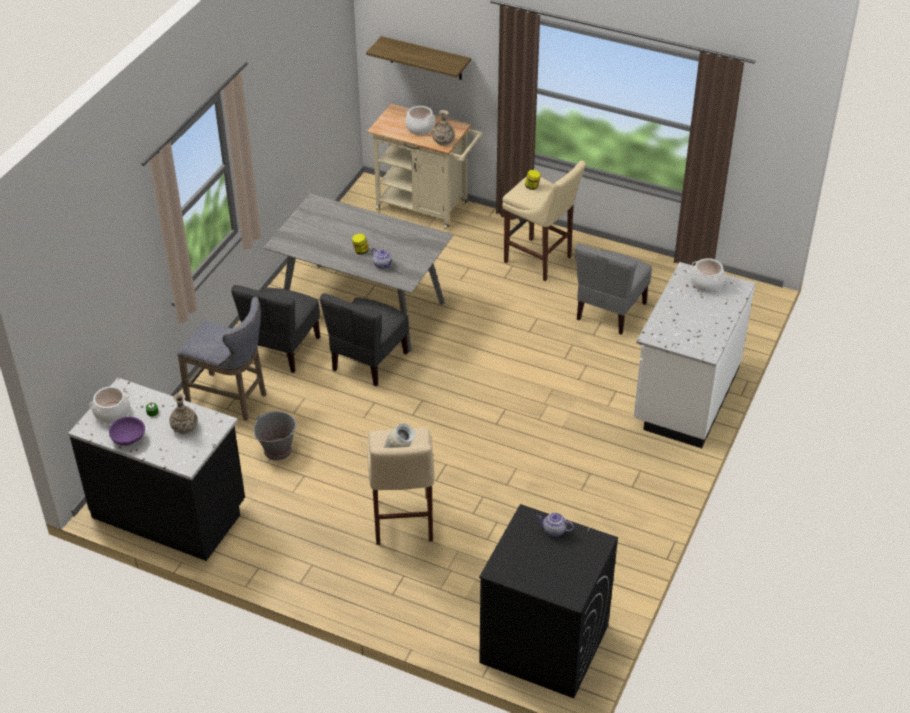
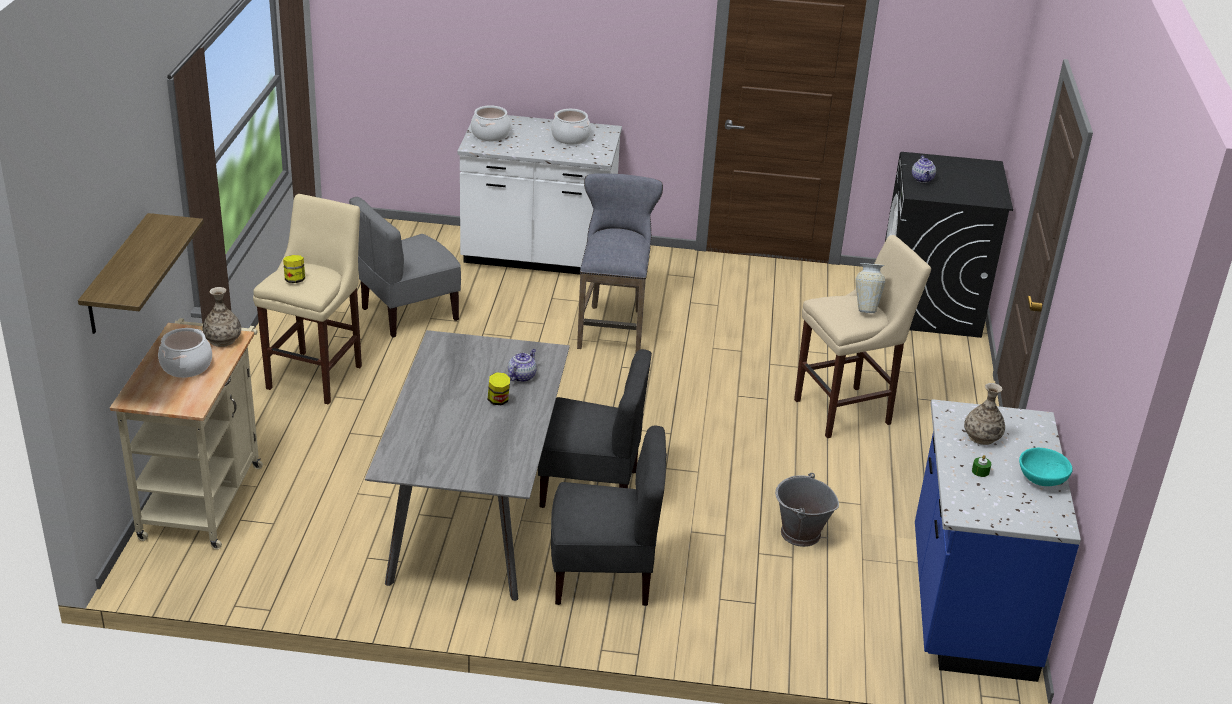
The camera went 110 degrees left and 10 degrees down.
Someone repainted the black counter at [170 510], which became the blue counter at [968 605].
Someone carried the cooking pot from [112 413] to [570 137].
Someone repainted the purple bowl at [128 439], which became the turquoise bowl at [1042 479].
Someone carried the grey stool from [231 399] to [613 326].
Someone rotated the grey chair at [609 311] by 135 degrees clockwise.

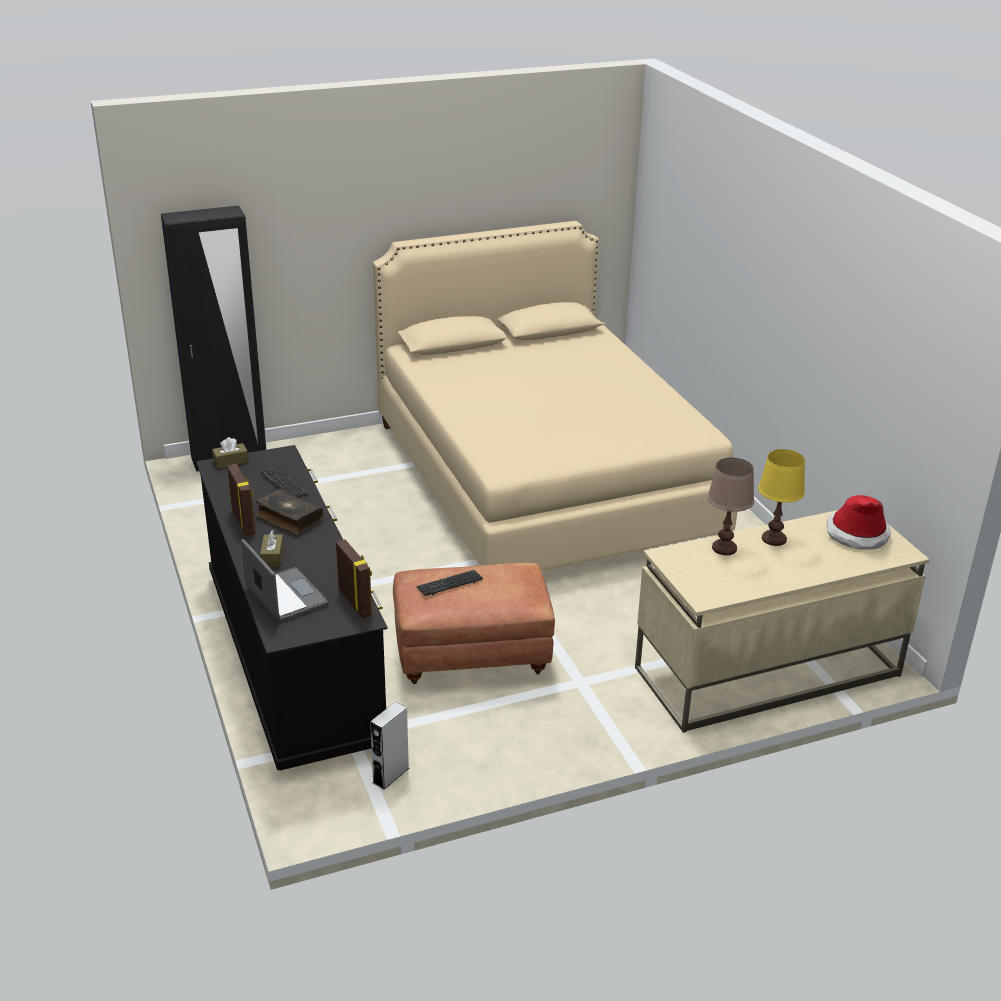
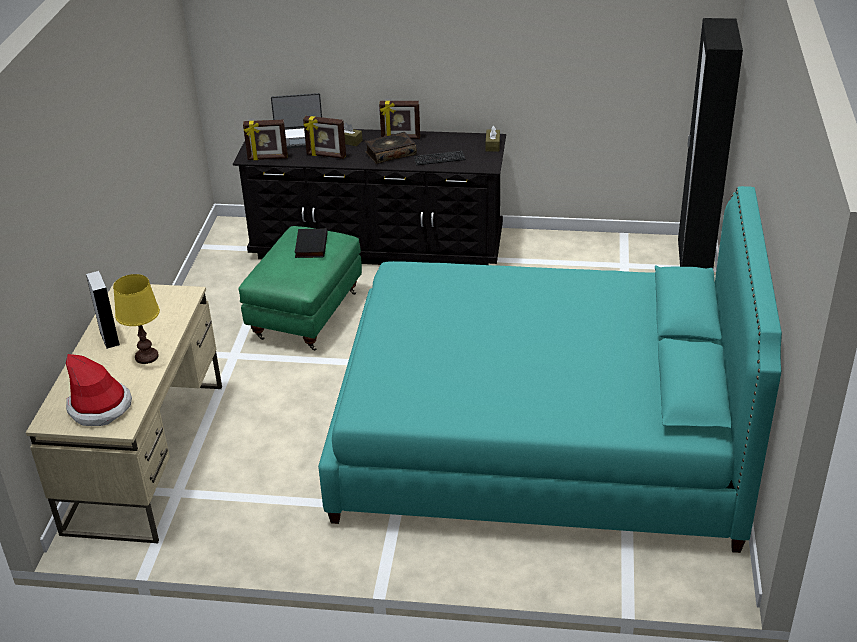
The camera went 120 degrees right and 5 degrees up.
Someone carried the grey speaker from [391 775] to [109 337].
Someone repainted the beige bed at [542 481], which became the turquoise bed at [539 438].
Someone repainted the brown ottoman at [471 659], which became the green ottoman at [306 314].
Someone swapped the keyboard at [449 584] for the black book at [310 245].
Someone took away the brown table lamp at [724 548].
Someone put down the picture frame at [326 155].

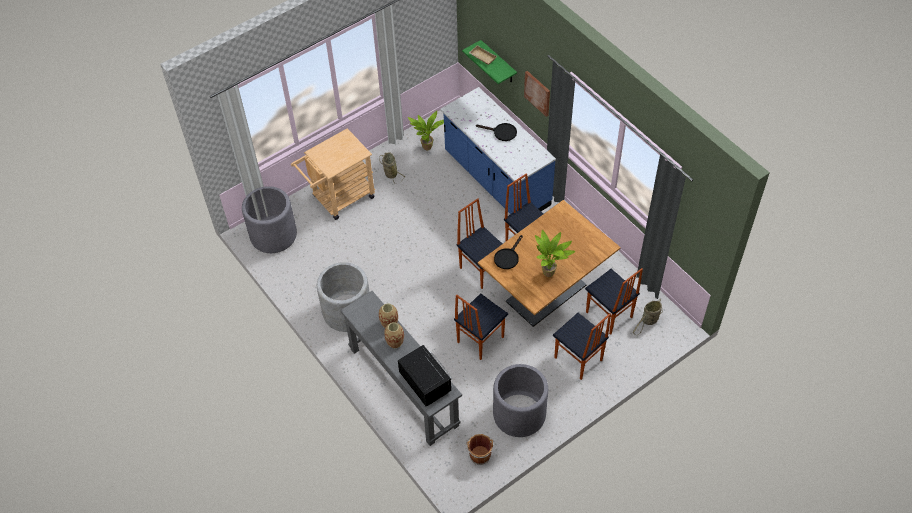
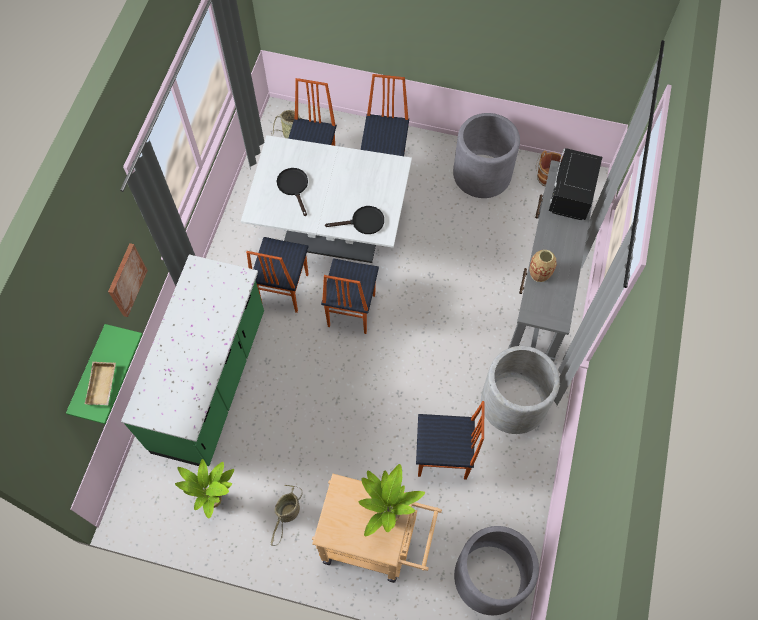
The camera went 130 degrees left and 10 degrees up.
Someone took away the vase at [395 342].
Someone repainted the blue counter at [496 180], which became the green counter at [212 382].
Someone carried the chair from [479 339] to [443 458].
Someone carried the black frying pan from [501 132] to [294 187].
Someone repainted the brown dining table at [546 293], which became the white dining table at [332 234].
Someone carried the potted plant from [550 273] to [386 514].

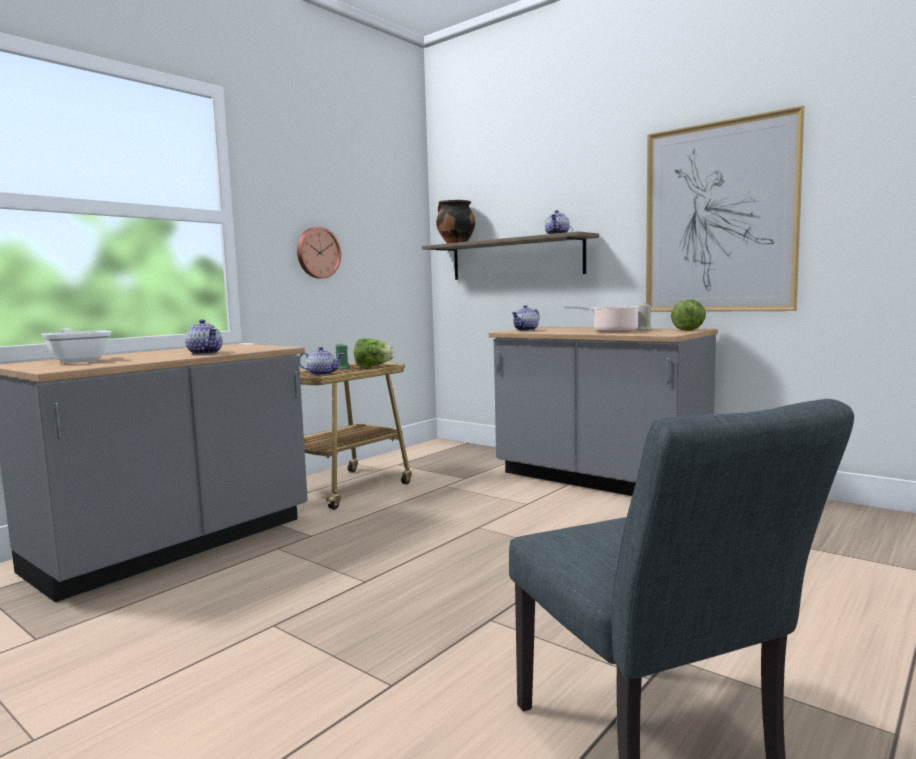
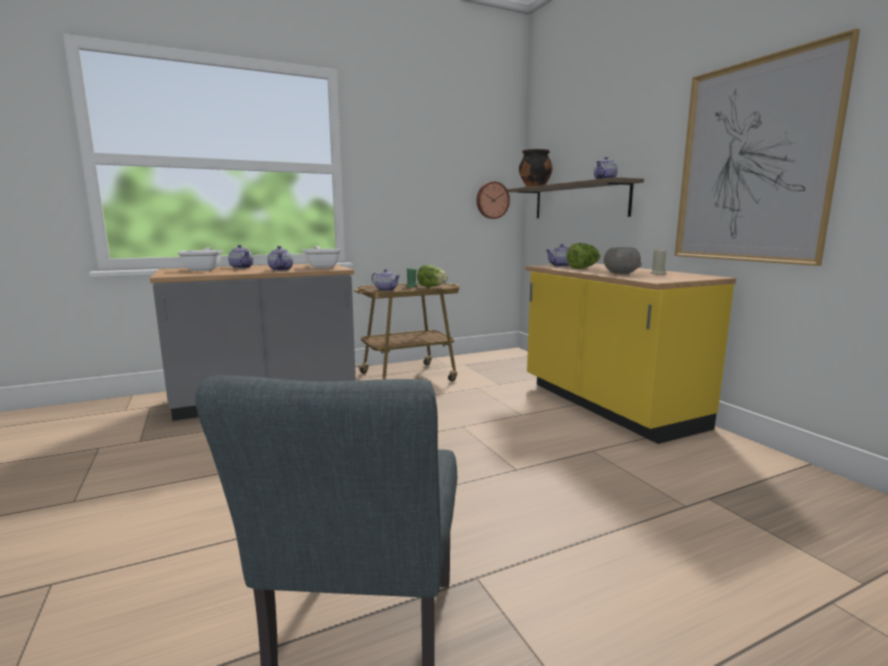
The camera went 25 degrees right and 5 degrees up.
Someone carried the wall clock from [317 253] to [492 200].
Someone repainted the grey counter at [599 480], which became the yellow counter at [607 405].
Someone swapped the cooking pot at [611 331] for the grey bowl at [620 273].
Someone carried the lettuce from [689 330] to [583 268].
Someone put down the teapot at [242 267].
Someone put down the frying pan at [322 267].

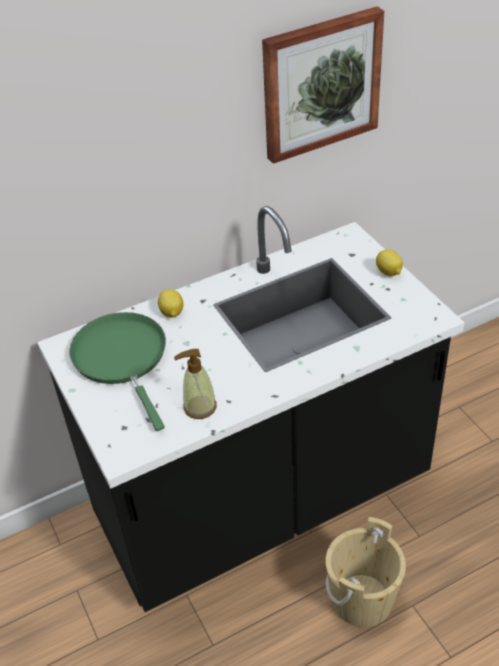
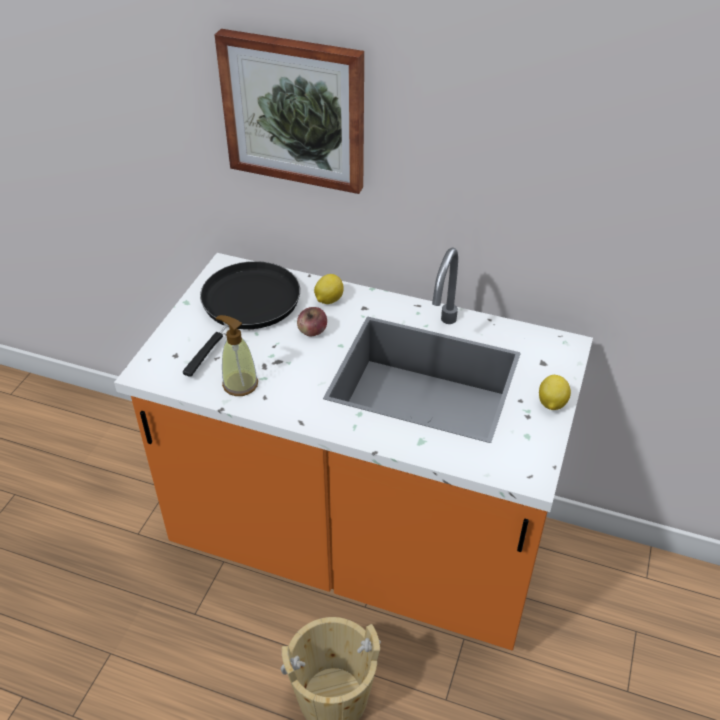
The camera went 45 degrees right and 0 degrees up.
Someone repainted the black counter at [261 501], which became the orange counter at [360 546].
Someone repainted the green frying pan at [122 358], which became the black frying pan at [247 306].
Someone carried the picture from [320 84] to [295 110].
Someone put down the apple at [312 331].

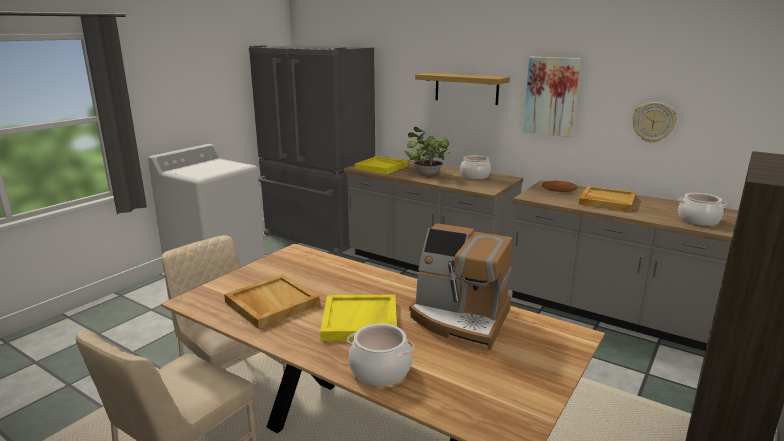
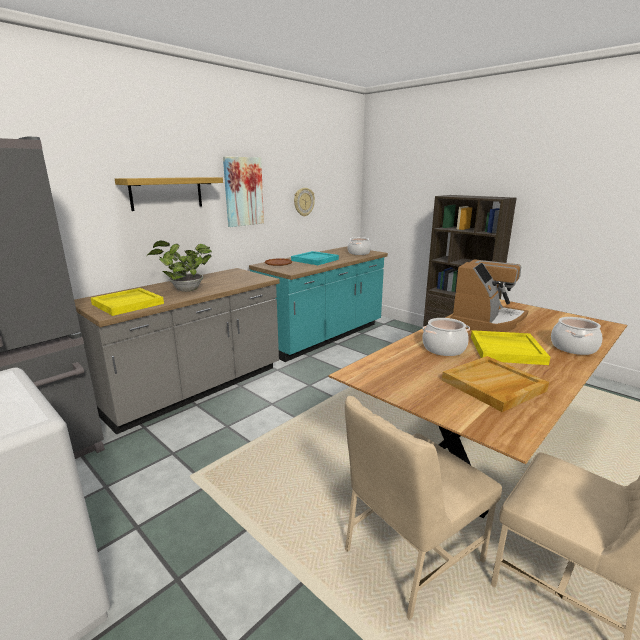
The camera went 80 degrees left and 0 degrees up.
Someone carried the cooking pot from [474 176] to [443 349].
Someone repainted the grey counter at [608 312], which became the turquoise counter at [322 337].
Someone repainted the beige tray at [606 201], which became the turquoise tray at [315 260].

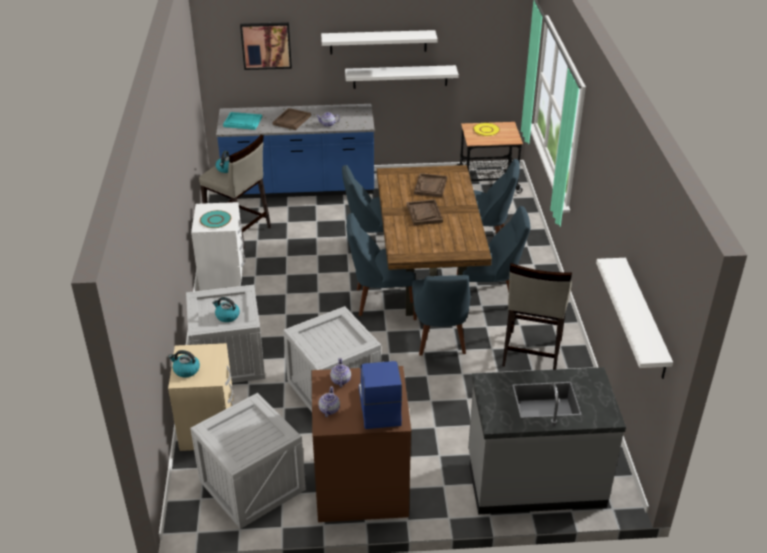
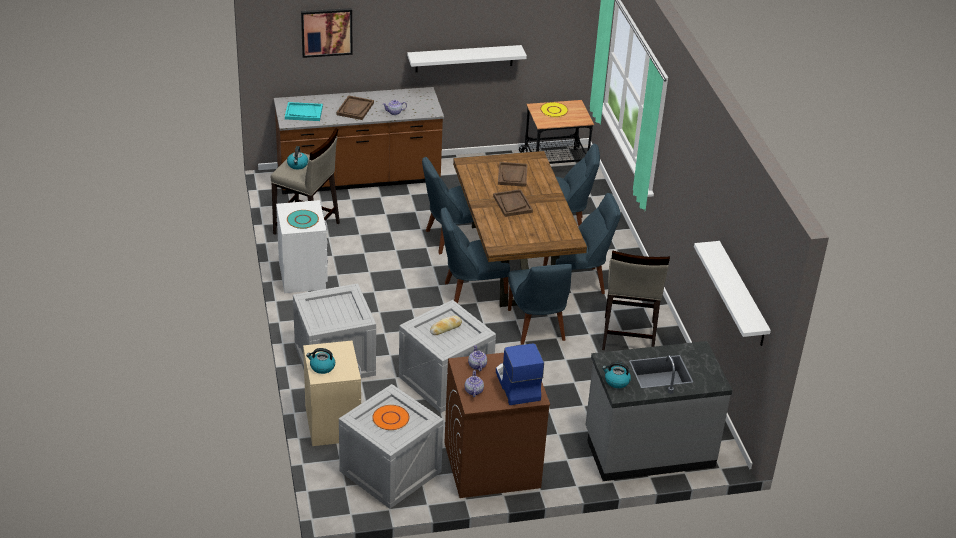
The camera went 10 degrees left and 0 degrees up.
Someone carried the kettle from [227 316] to [616 381].
Someone repainted the blue counter at [300 188], which became the brown counter at [358 179].
Someone took away the white shelf at [378 42].
Someone put down the orange plate at [390 418].
Someone put down the bread at [445 328].

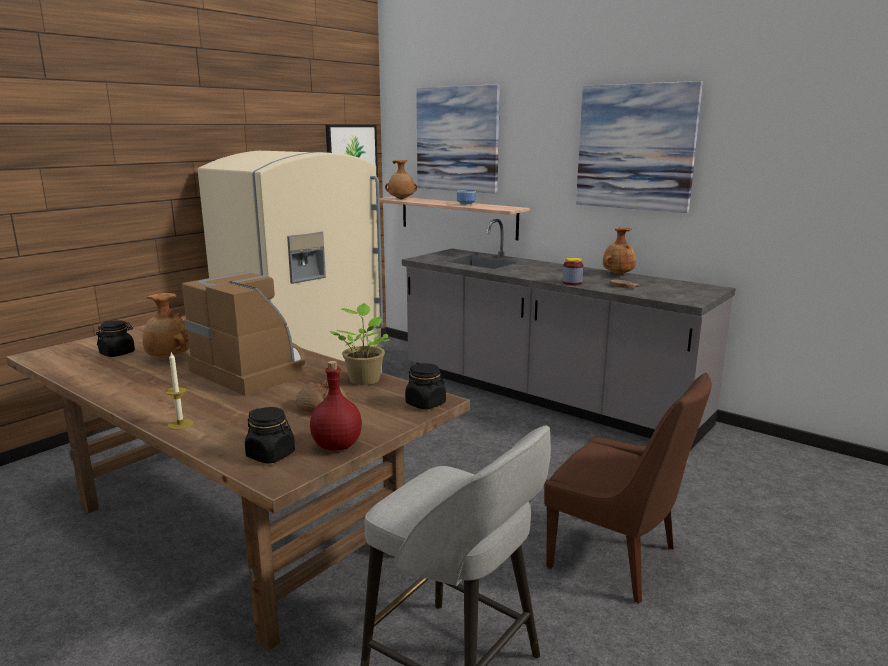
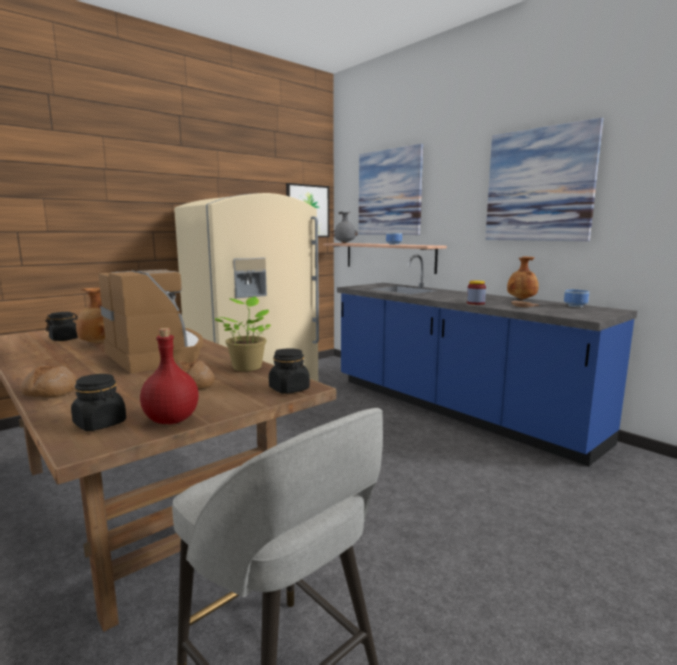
The camera went 10 degrees right and 5 degrees down.
Someone swapped the candle at [180 424] for the bread at [50 392].
Someone repainted the brown vase at [401 199], which became the grey vase at [344 243].
Someone repainted the grey counter at [546 397], which became the blue counter at [454 409].
Someone took away the brown chair at [617 559].
Someone put down the bowl at [576 306].

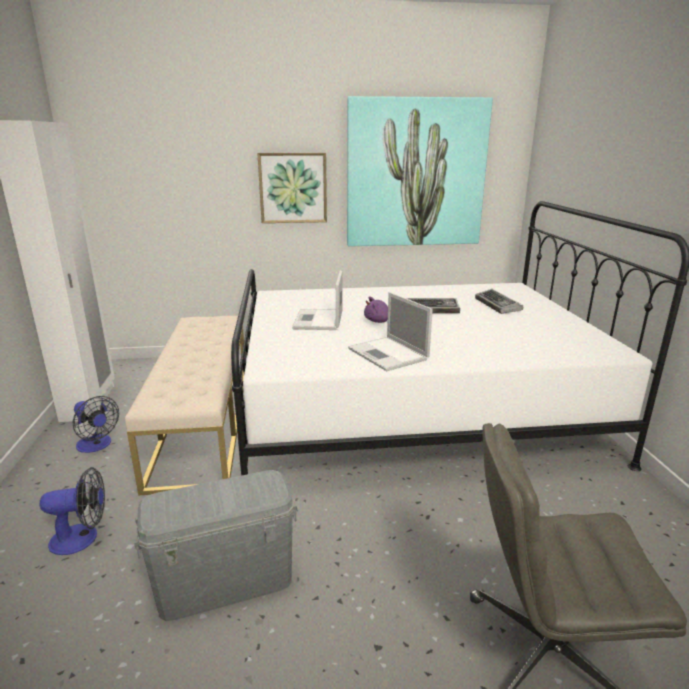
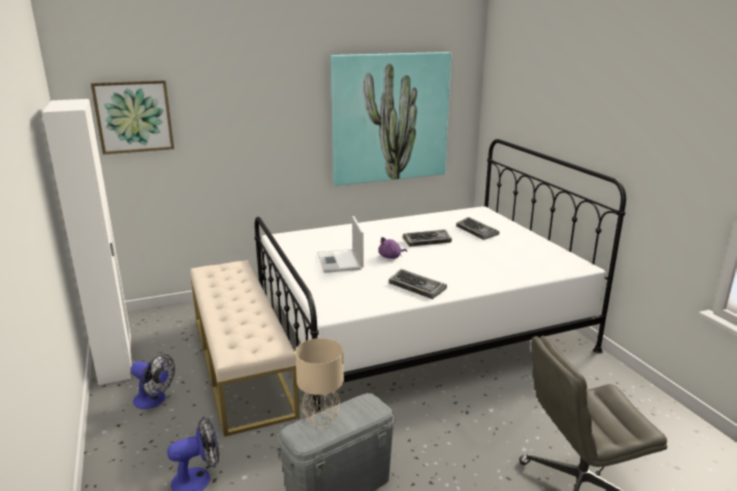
The camera went 15 degrees left and 0 degrees up.
Someone carried the picture from [293 188] to [134 116].
Someone swapped the laptop at [389 354] for the keyboard at [418 287].
Someone put down the beige table lamp at [322 420].

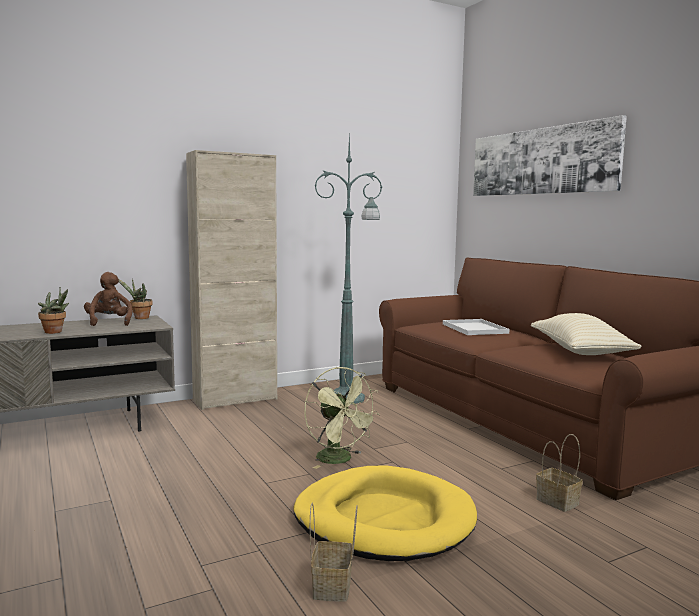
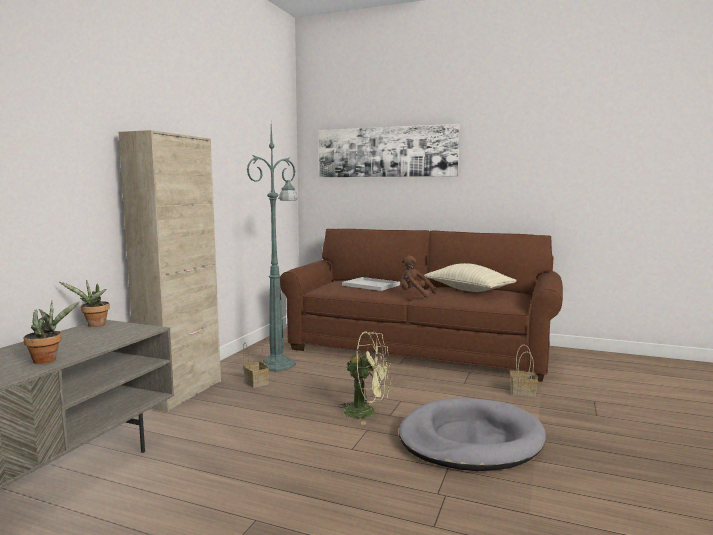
The camera went 40 degrees left and 0 degrees up.
Someone carried the brown plush toy from [109 322] to [415 294].
Someone repainted the yellow dog bed at [384 519], which became the grey dog bed at [470 440].
Someone carried the basket from [333 587] to [257 383].

